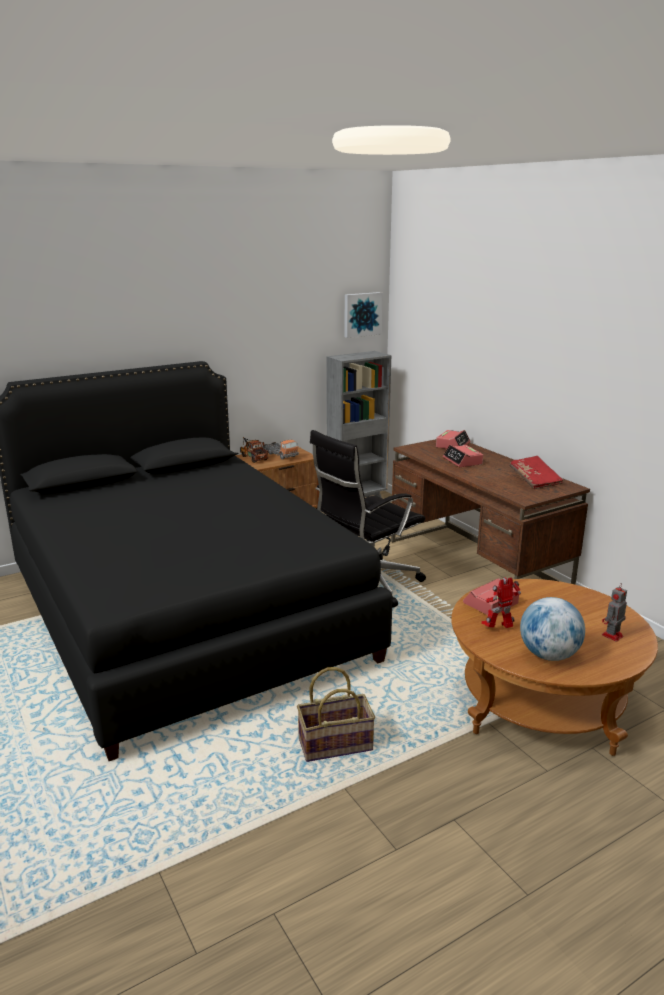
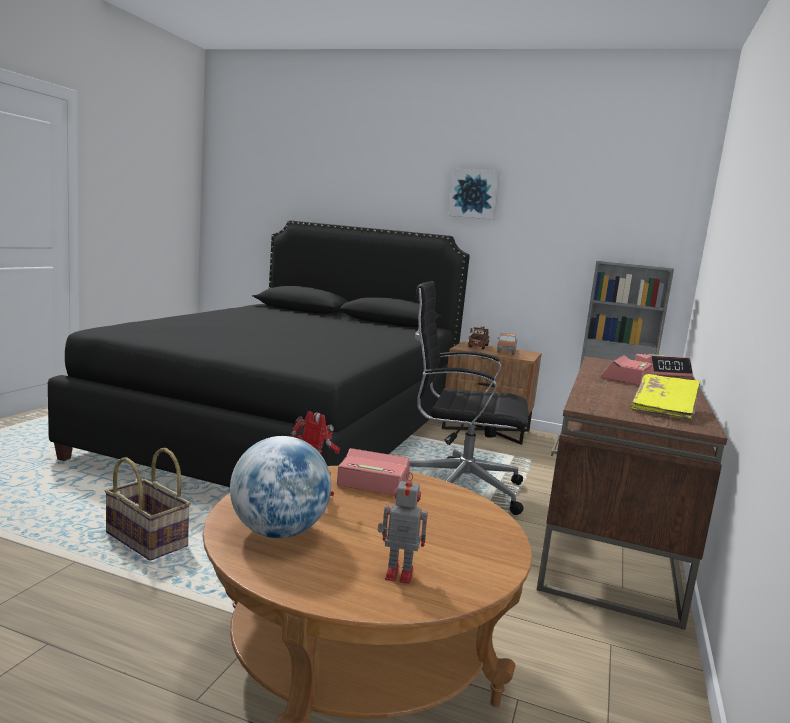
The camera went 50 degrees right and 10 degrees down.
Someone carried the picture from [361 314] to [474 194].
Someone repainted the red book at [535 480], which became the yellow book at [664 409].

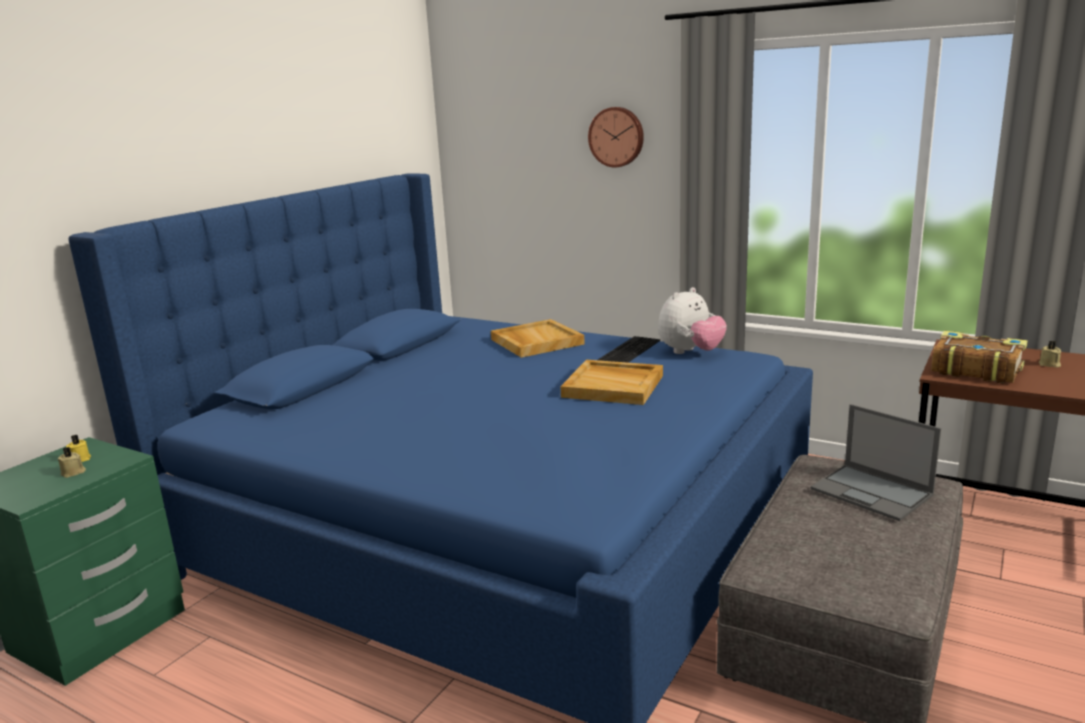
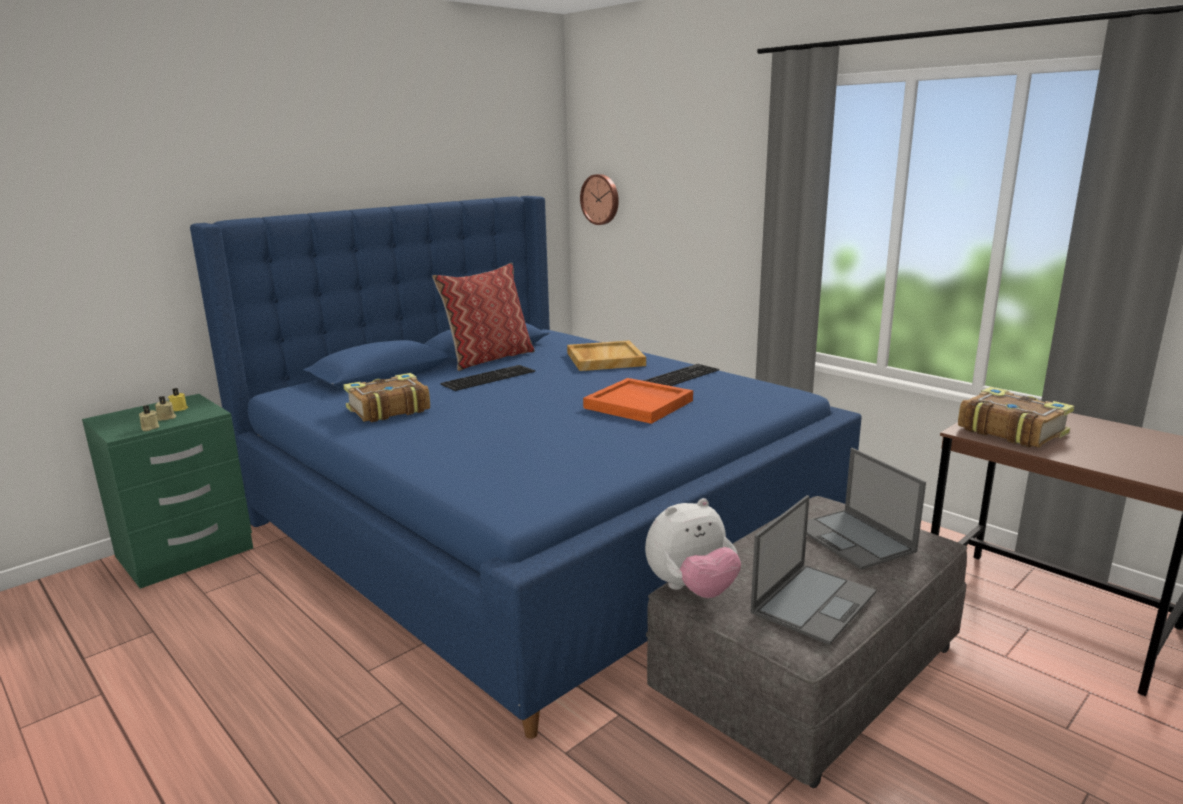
The camera went 15 degrees right and 0 degrees up.
Someone repainted the beige tray at [614 386], which became the orange tray at [639 404].
Someone carried the wall clock from [617 137] to [601 199].
Someone carried the plush toy from [690 352] to [691 589].
Someone carried the beige candle from [1049 364] to [149 428].
Someone put down the book at [387 409].
Someone put down the pillow at [489 358].
Someone put down the keyboard at [488 377].
Someone put down the laptop at [814 602].

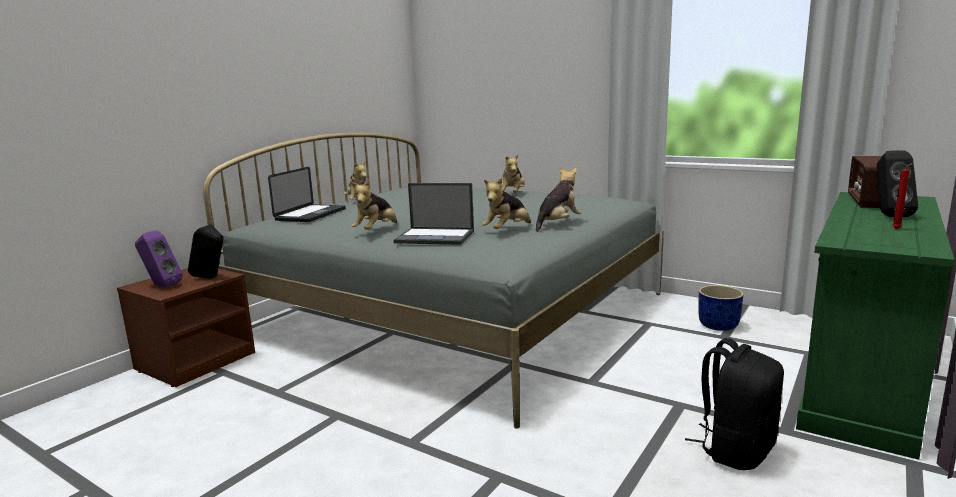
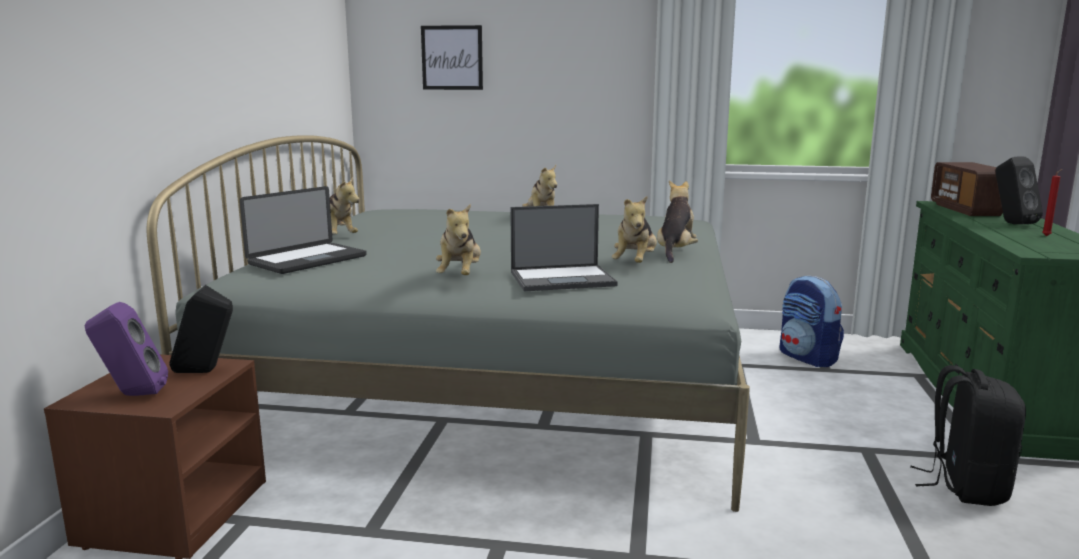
The camera went 25 degrees left and 0 degrees up.
Someone rotated the laptop at [311 214] by 45 degrees clockwise.
Someone swapped the blue planter at [719 326] for the backpack at [808 358].
Someone put up the picture at [452 57].

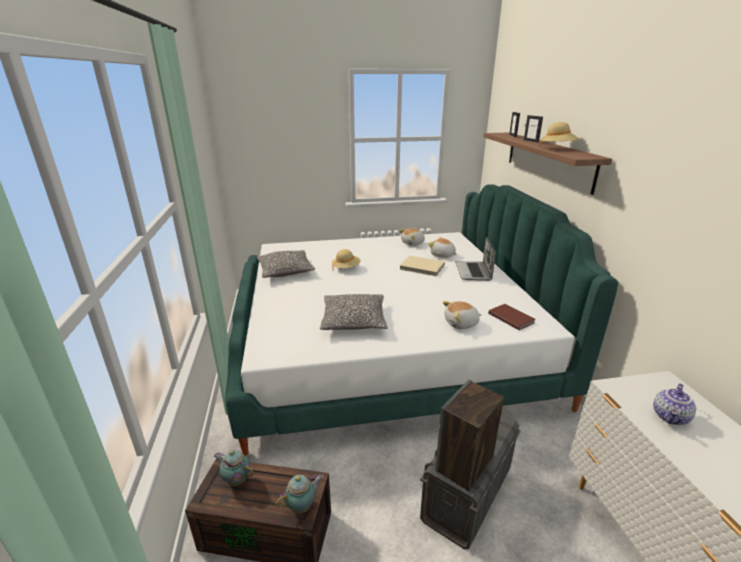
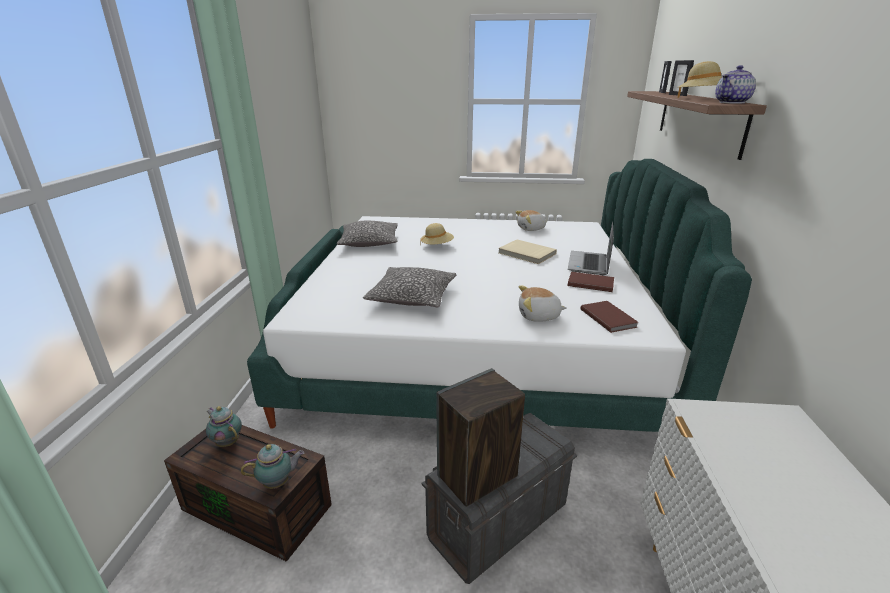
The camera went 15 degrees right and 0 degrees up.
Someone took away the plush toy at [442 255].
Someone carried the teapot from [671 417] to [732 102].
Someone put down the brown book at [590 283].

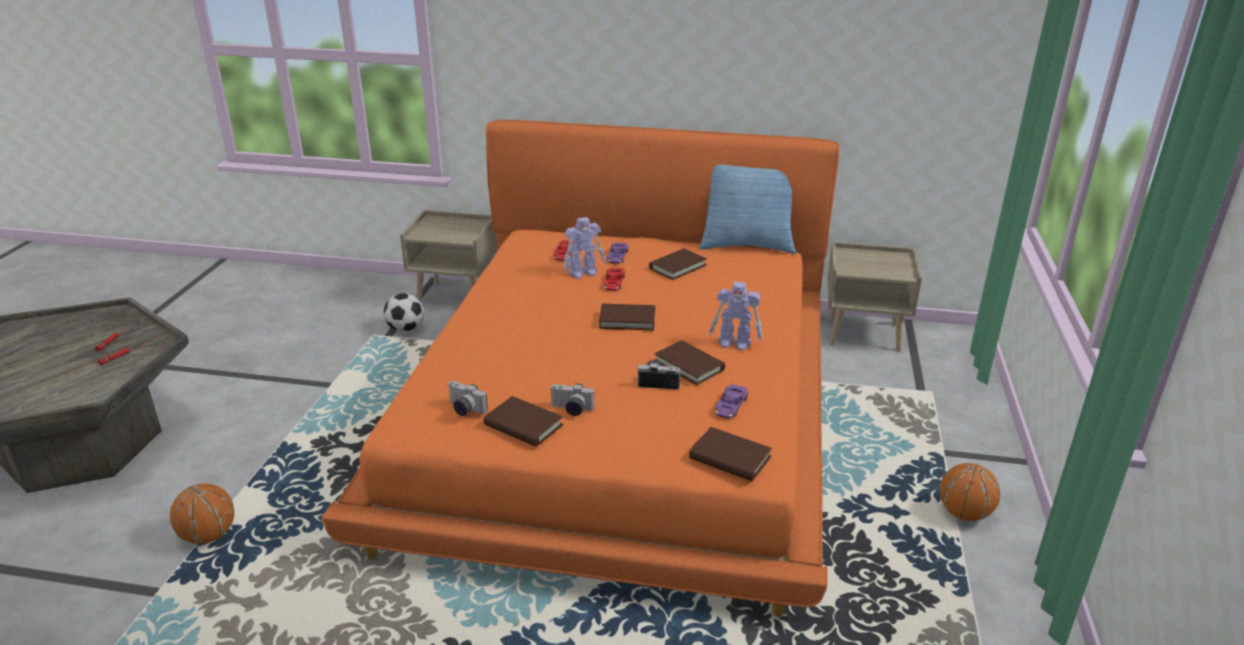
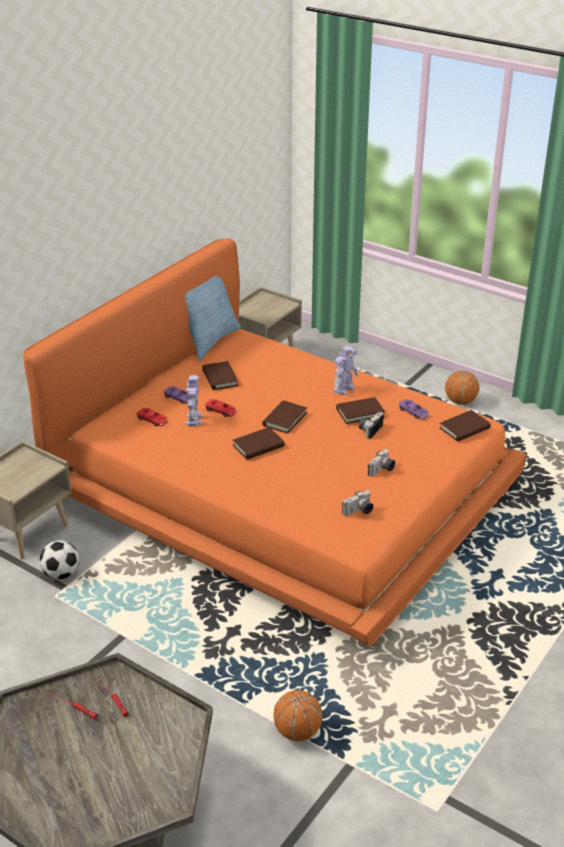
The camera went 65 degrees left and 5 degrees up.
Someone carried the brown book from [523 425] to [258 446].

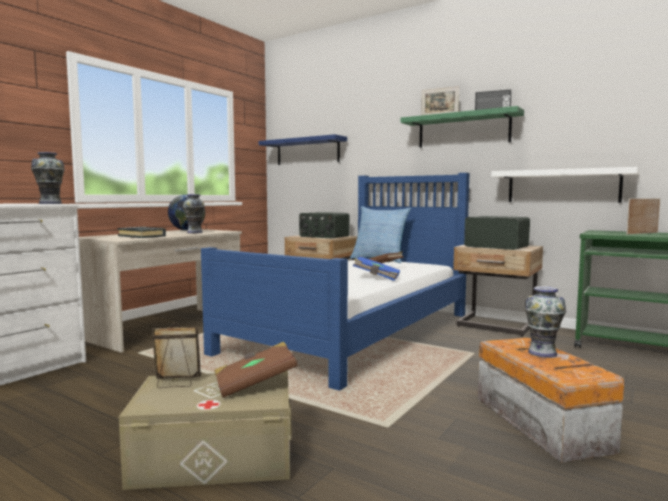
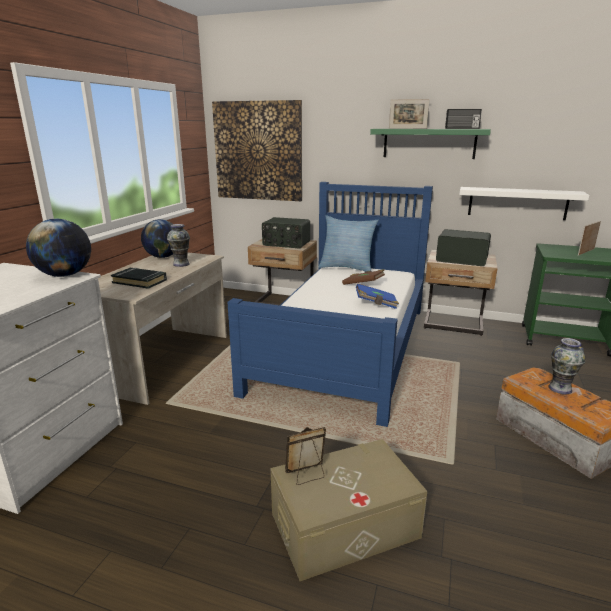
The camera went 15 degrees left and 15 degrees up.
Someone swapped the vase at [50 203] for the globe at [65 275].
Someone took away the brown book at [255 384].
Someone swapped the blue shelf at [307 151] for the picture at [258 151].

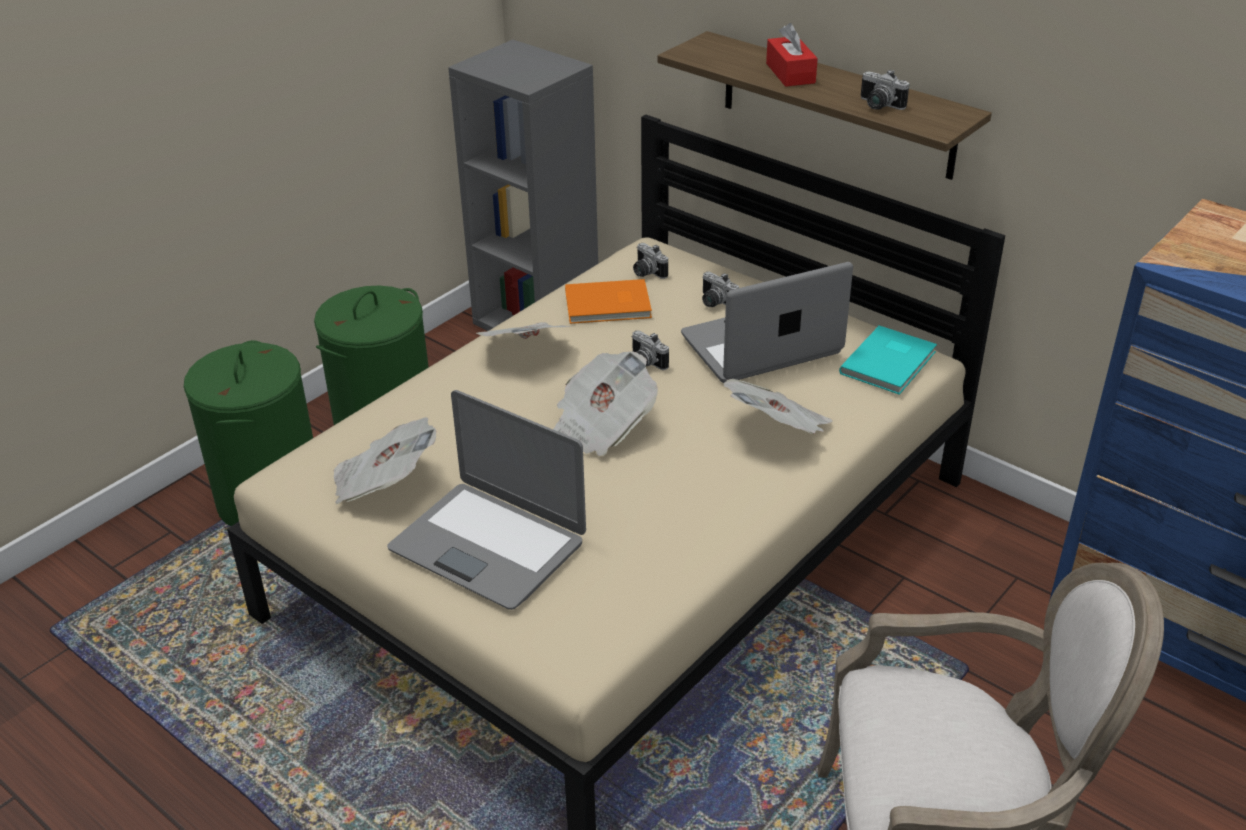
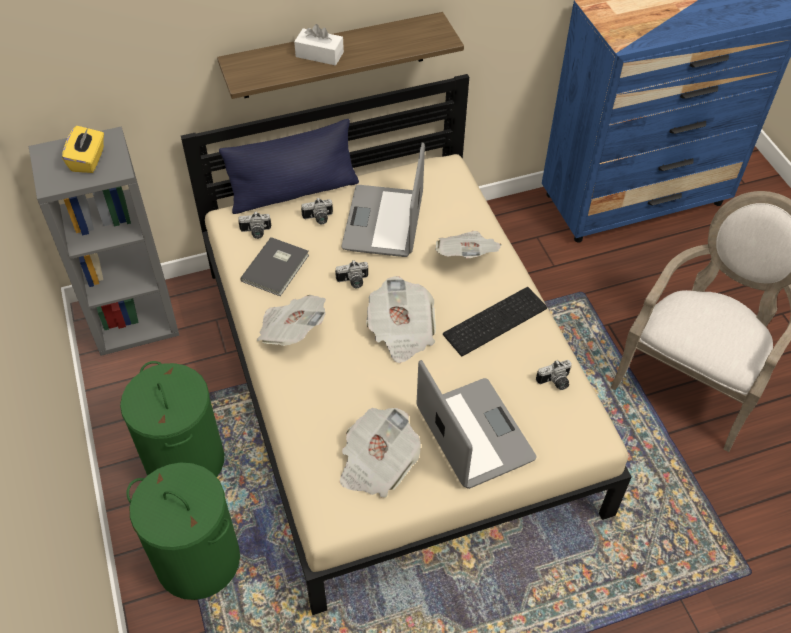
The camera went 60 degrees left and 15 degrees up.
Someone rotated the laptop at [488 545] by 90 degrees counterclockwise.
Someone repainted the orange book at [609 305], which became the grey book at [277 268].
Someone repainted the red tissue box at [790 73], which became the white tissue box at [319 54].
Someone took away the turquoise book at [891 362].
Someone carried the photo camera from [878 106] to [555 382].
Someone put down the yellow tissue box at [88 160].
Someone put down the blue pillow at [294 192].
Someone put down the keyboard at [495 319].

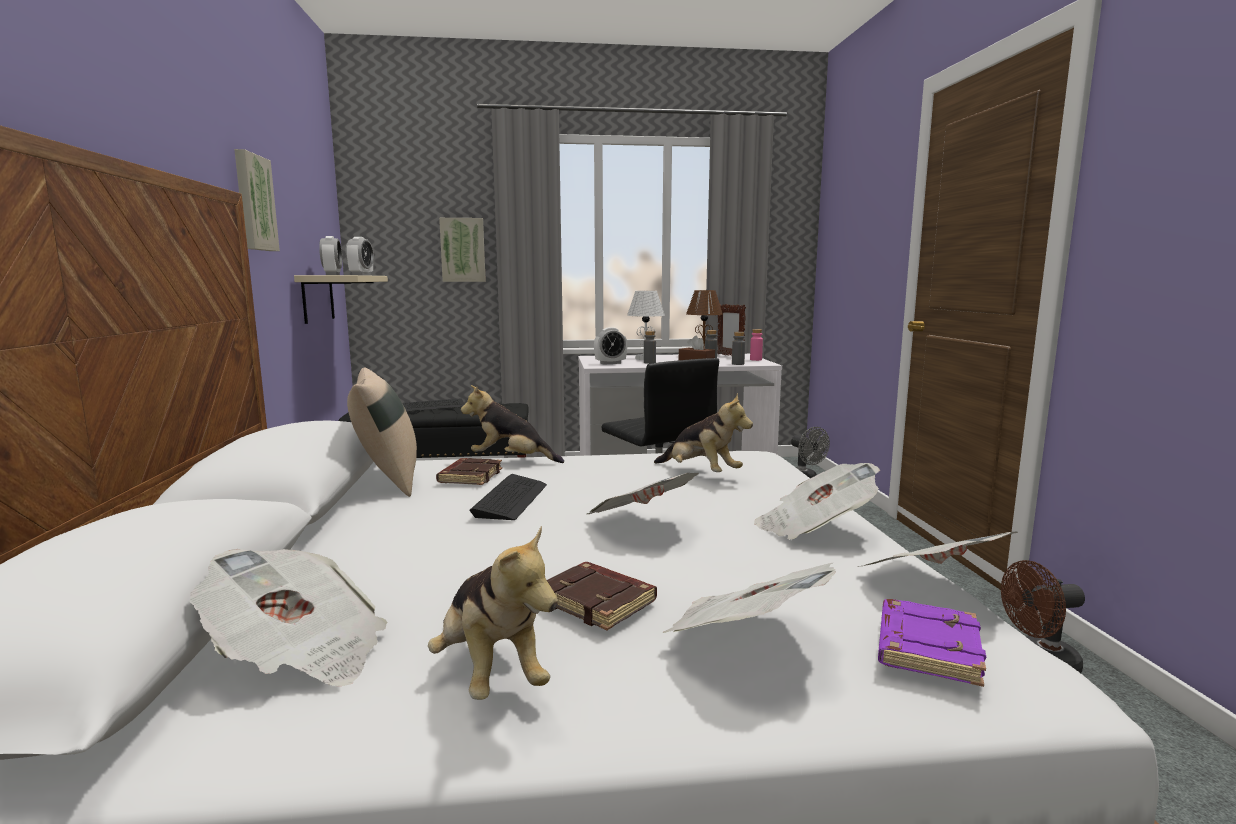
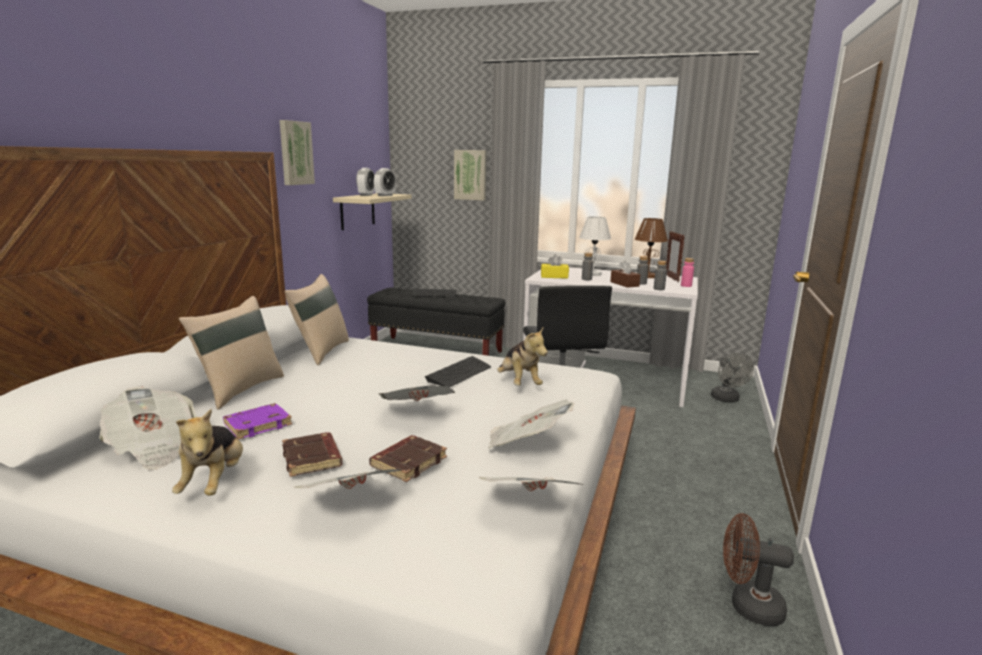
The camera went 25 degrees right and 5 degrees up.
Someone carried the brown book from [470 476] to [408 462].
Someone took away the plush toy at [511 460].
Someone carried the keyboard from [511 499] to [459 373].
Someone swapped the alarm clock at [610 363] for the yellow tissue box at [554 276].
Someone carried the purple book from [925 648] to [258 425].
Someone put down the beige pillow at [239 389].

